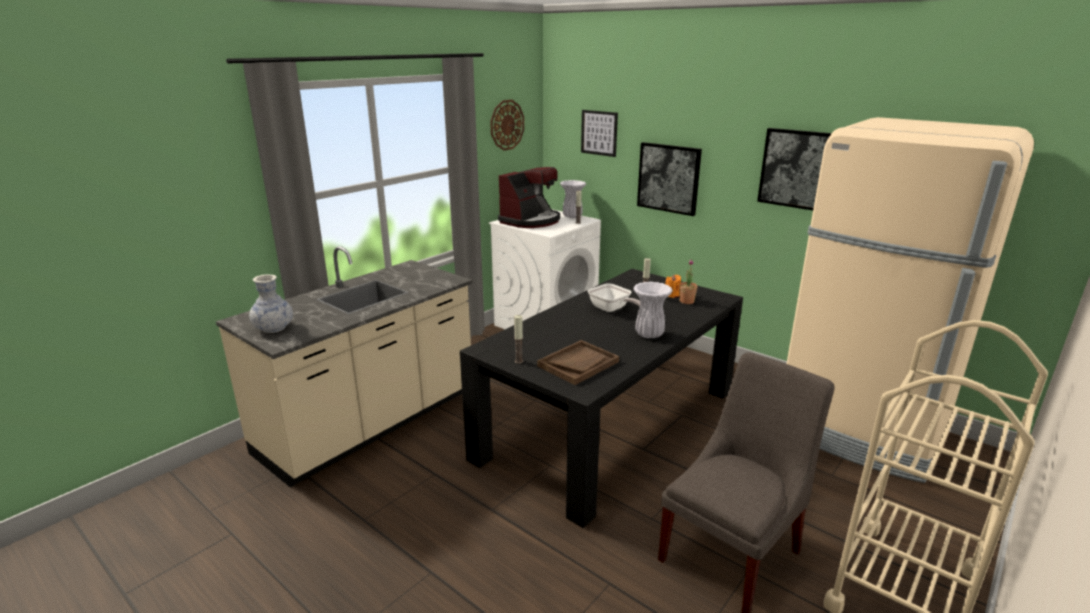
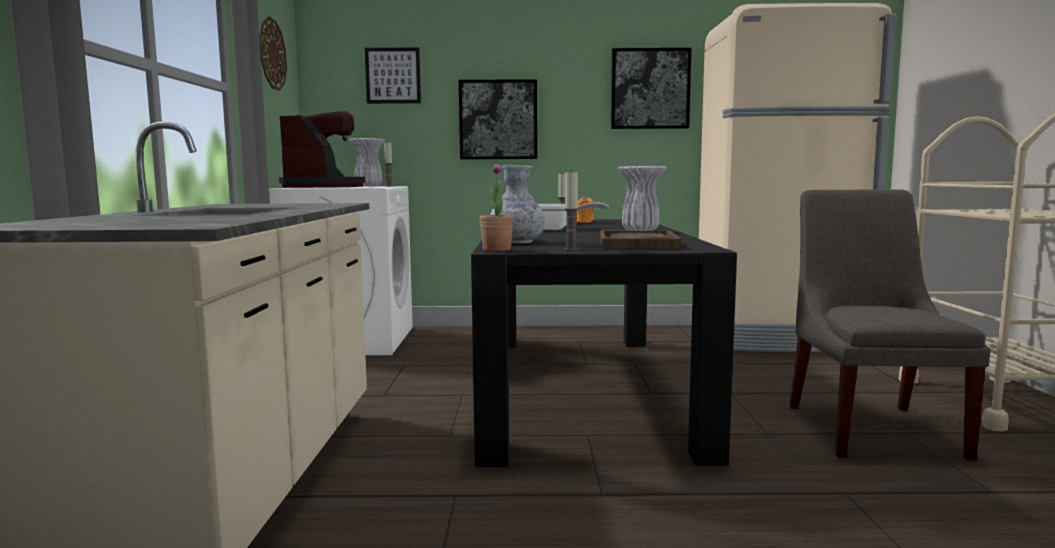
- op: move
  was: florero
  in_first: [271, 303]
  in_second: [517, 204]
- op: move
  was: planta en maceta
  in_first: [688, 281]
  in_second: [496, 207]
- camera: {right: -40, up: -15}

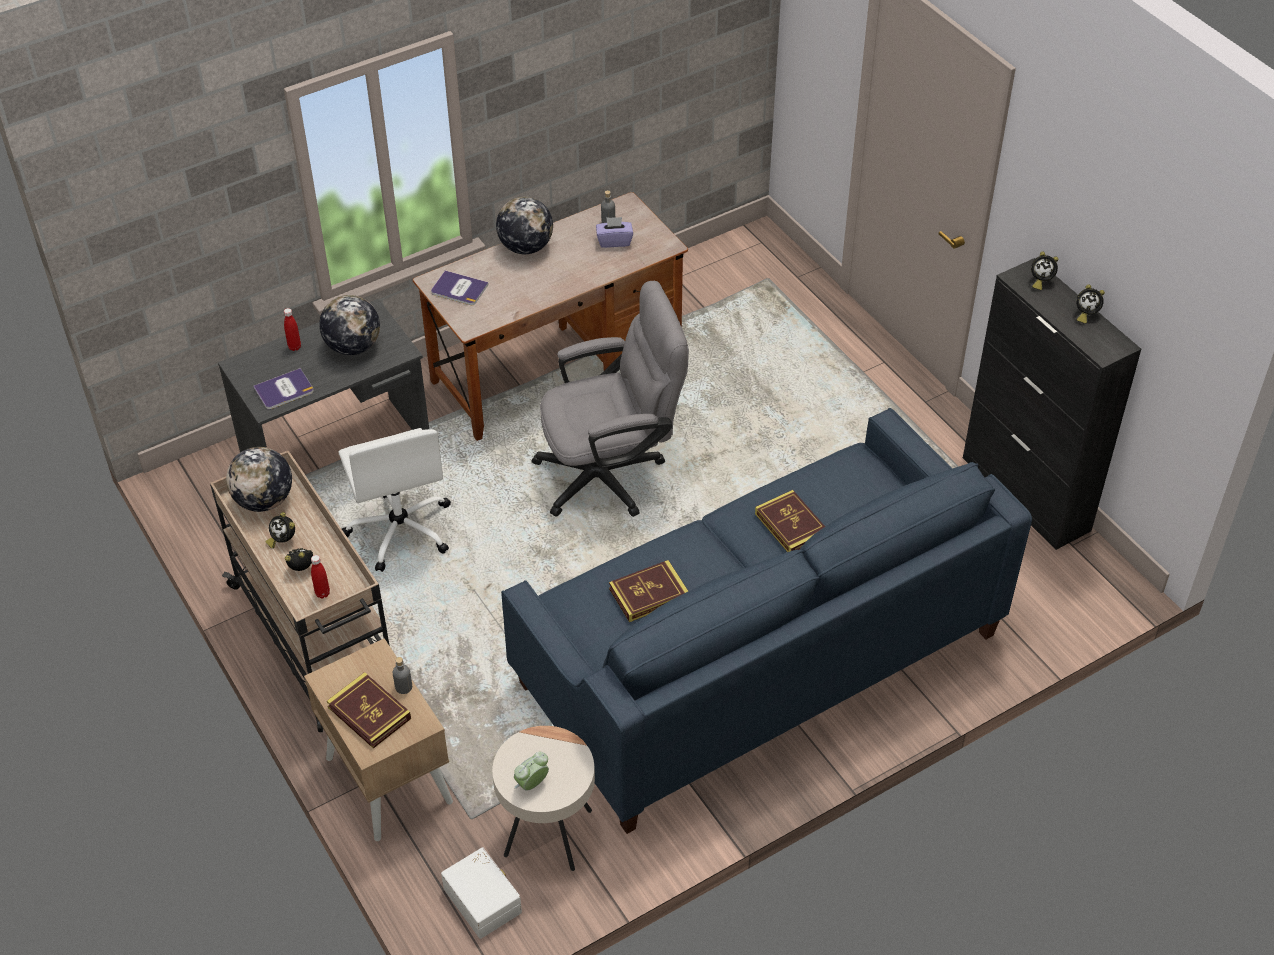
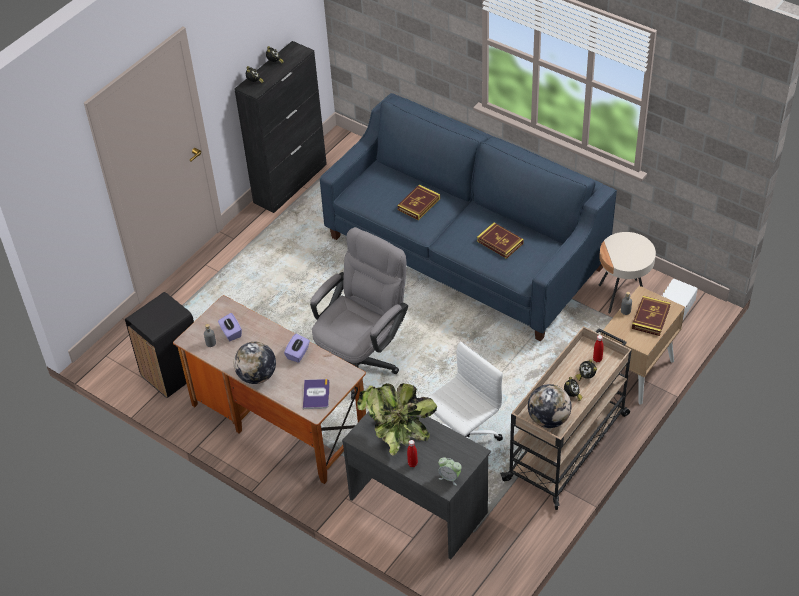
- op: delete
  was: libro
  in_first: [283, 388]
- op: replace
  was: globo terráqueo
  now: planta en maceta
  in_first: [349, 325]
  in_second: [397, 419]
- op: move
  was: despertador
  in_first: [531, 771]
  in_second: [450, 471]
- op: rotate
  was: silla de oficina/gris
  in_first: [610, 399]
  in_second: [359, 313]
  clockwise: 75
- op: insert
  now: papelera/negro
  in_second: [159, 345]
- op: insert
  now: caja de pañuelos/morado
  in_second: [297, 348]
- camera: {right: -110, up: 0}

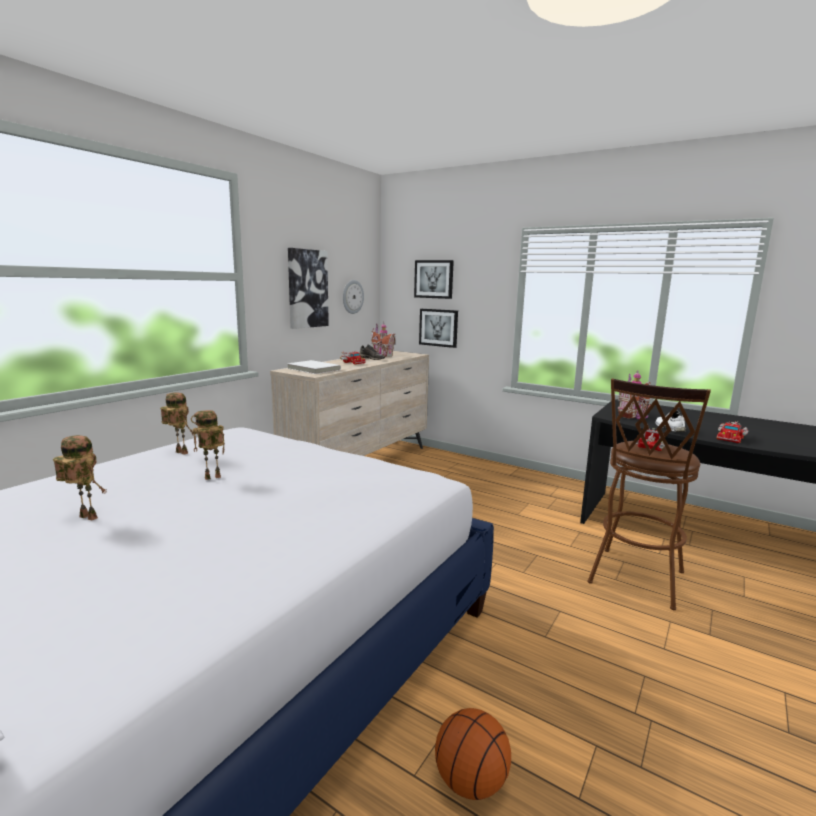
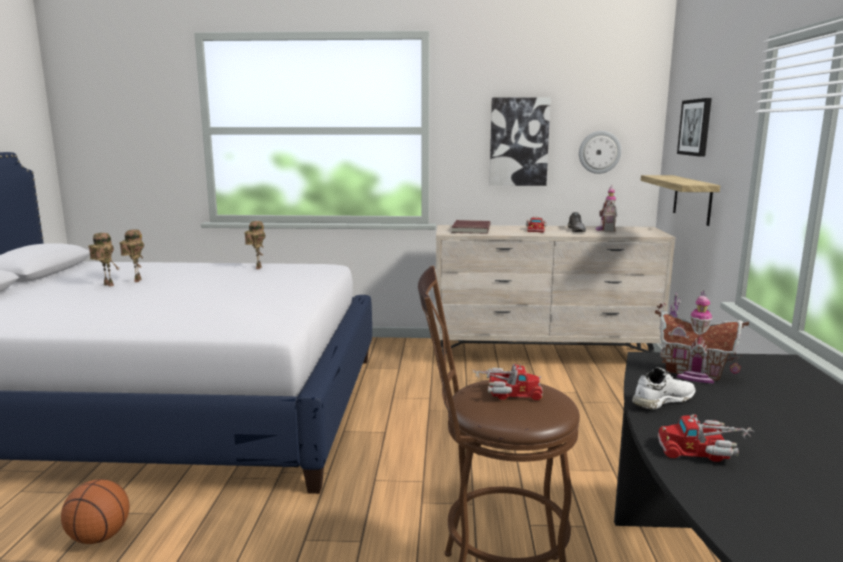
- op: move
  was: robot de juguete
  in_first: [208, 445]
  in_second: [103, 259]
- op: recolor
  was: libro/blanco
  now: libro/rojo
  in_first: [314, 367]
  in_second: [471, 227]
- op: replace
  was: cuadro
  now: estante
  in_first: [438, 328]
  in_second: [680, 200]
- camera: {right: 60, up: 0}

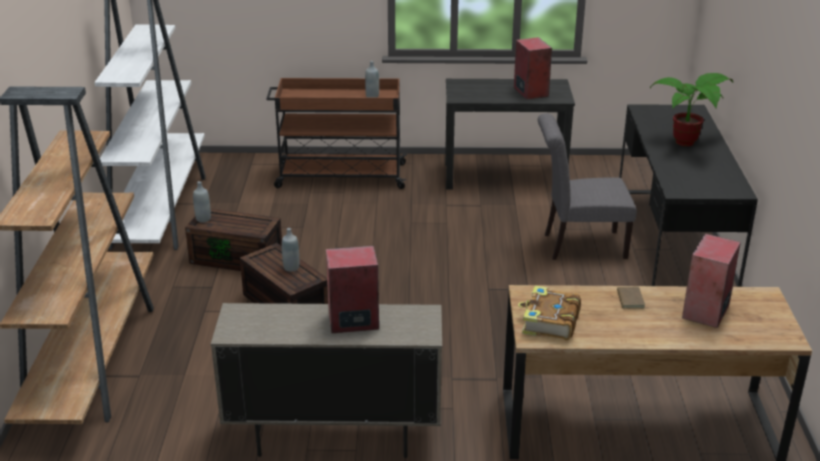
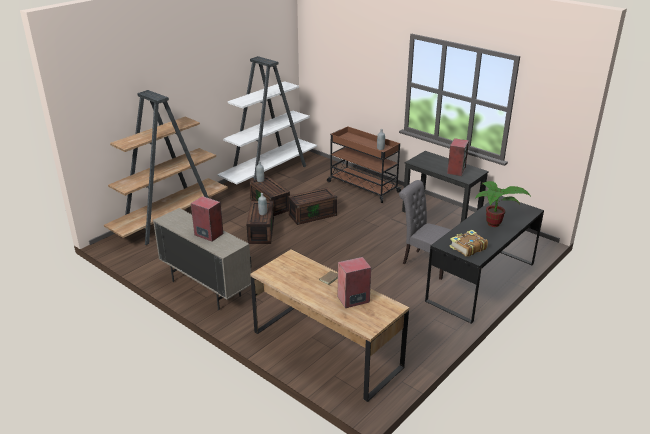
- op: move
  was: libro
  in_first: [549, 313]
  in_second: [469, 243]
- op: insert
  now: caja de almacenaje/marrón
  in_second: [312, 206]
- camera: {right: 40, up: 0}

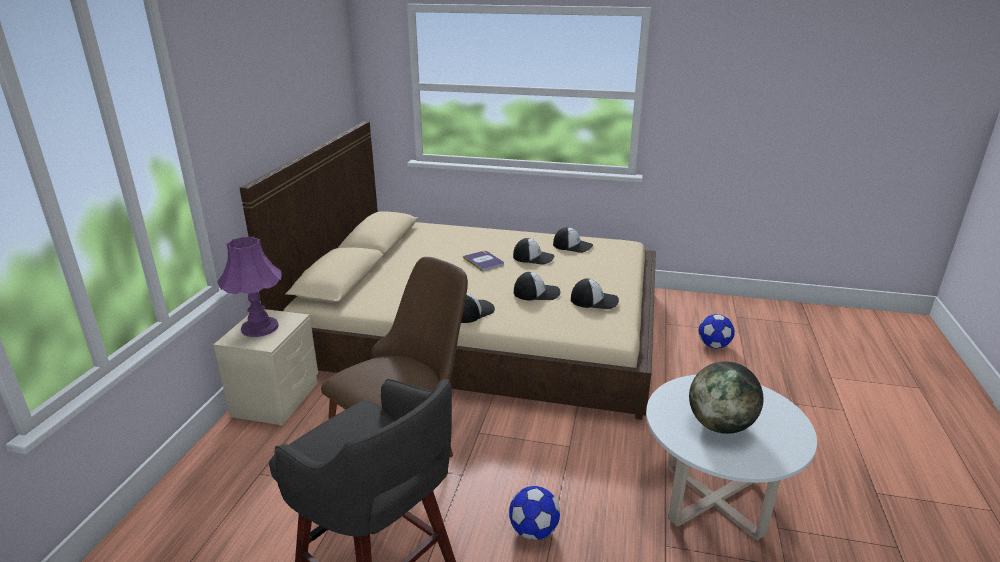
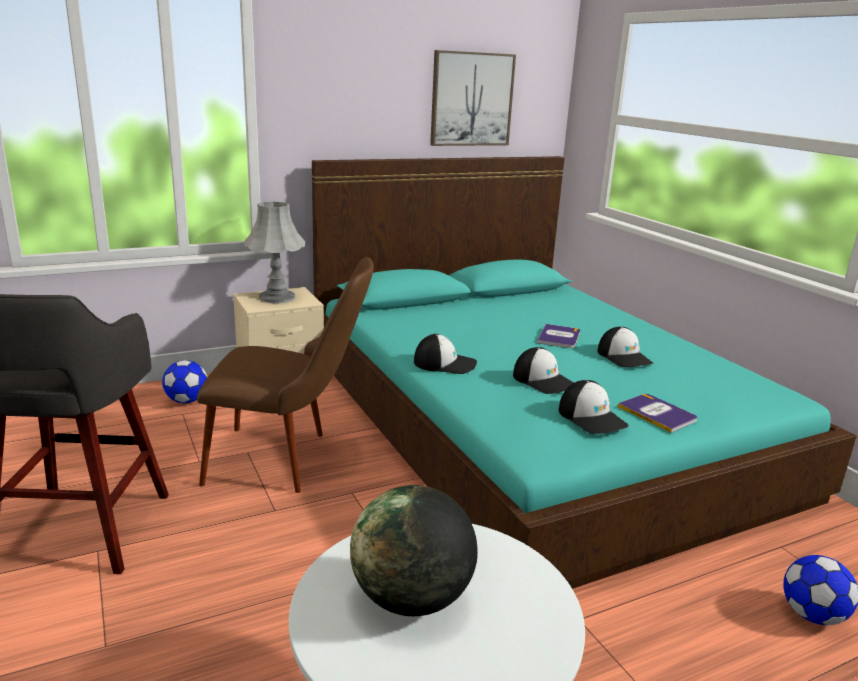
- op: recolor
  was: lámpara de mesa/morado
  now: lámpara de mesa/gris
  in_first: [249, 287]
  in_second: [274, 252]
- op: recolor
  was: cama/beis
  now: cama/turquesa
  in_first: [448, 270]
  in_second: [584, 372]
- op: move
  was: balón de fútbol
  in_first: [534, 513]
  in_second: [184, 381]
- op: delete
  was: gorra
  in_first: [573, 240]
- op: insert
  now: cuadro
  in_second: [473, 98]
- op: insert
  now: libro
  in_second: [657, 413]
- camera: {right: 50, up: -5}

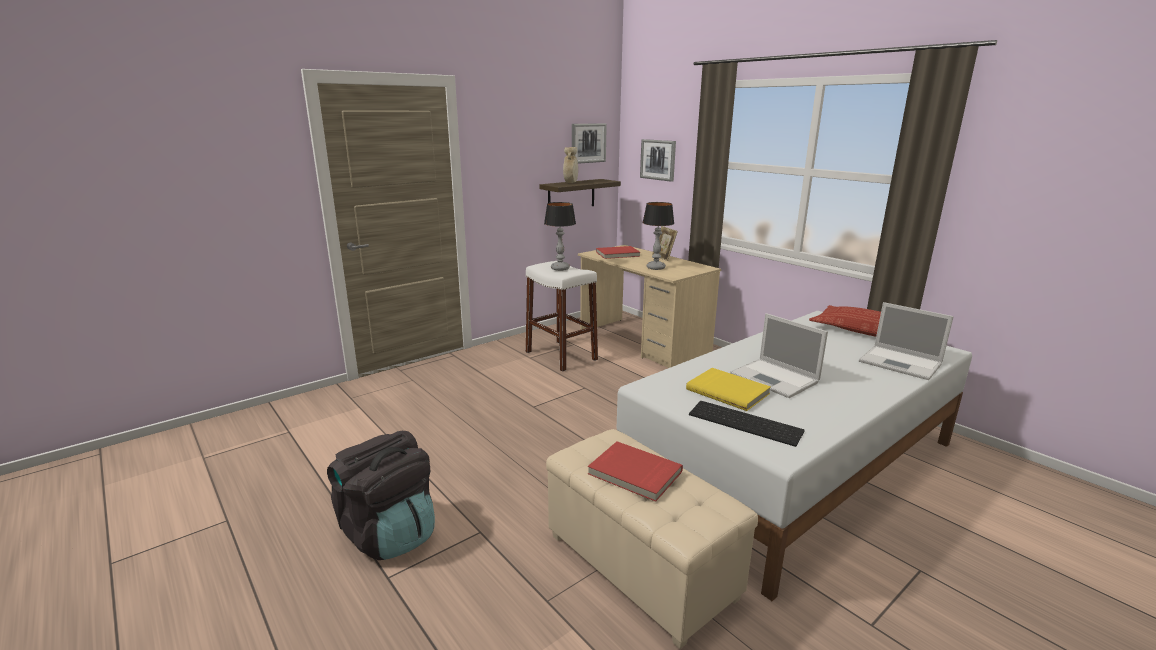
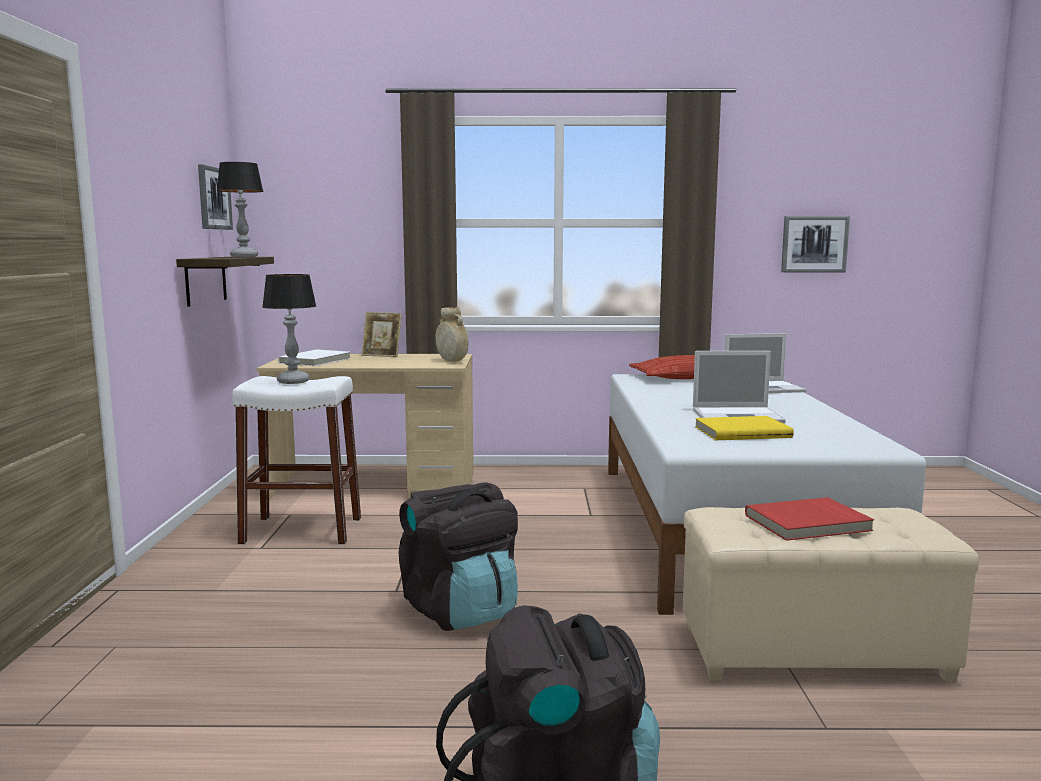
- op: move
  was: florero/beis
  in_first: [570, 165]
  in_second: [451, 334]
- op: recolor
  was: libro/rojo
  now: libro/blanco
  in_first: [618, 252]
  in_second: [314, 358]
- op: move
  was: cuadro
  in_first: [658, 160]
  in_second: [815, 244]
- op: move
  was: lámpara de mesa
  in_first: [658, 236]
  in_second: [240, 209]
- op: delete
  was: teclado
  in_first: [747, 424]
- op: insert
  now: mochila/negro
  in_second: [458, 557]
- camera: {right: -50, up: -10}

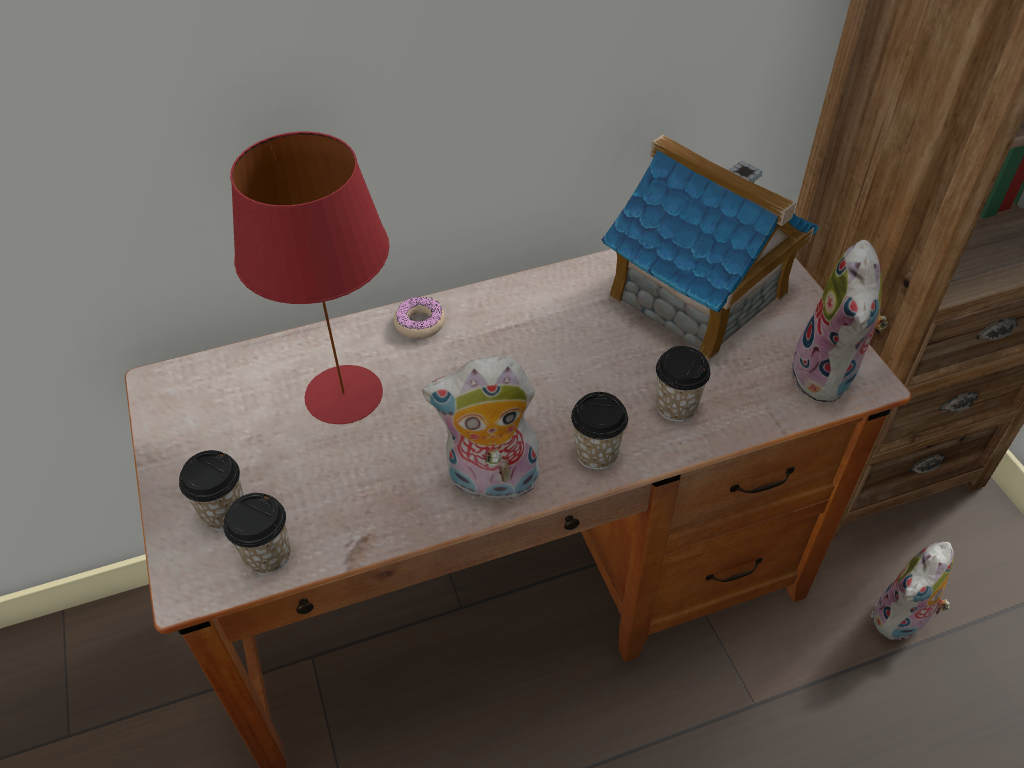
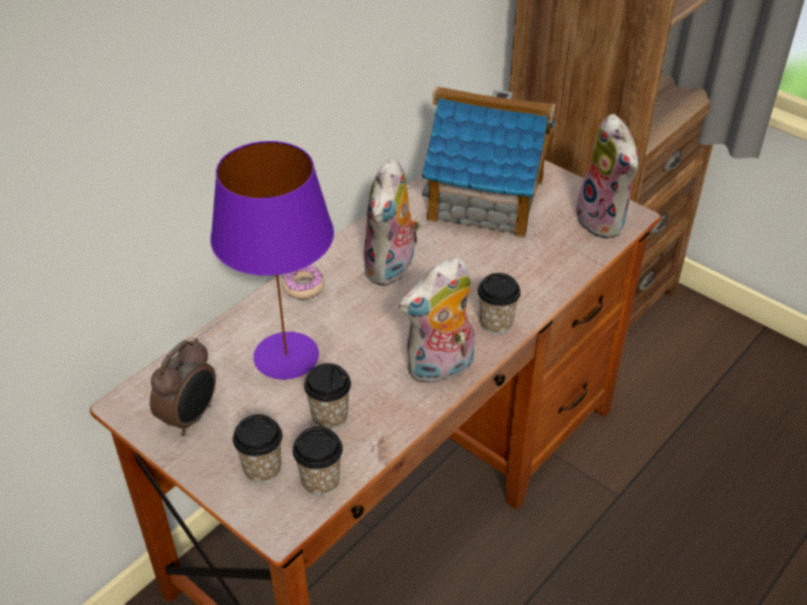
- op: recolor
  was: lámpara de mesa/rojo
  now: lámpara de mesa/morado
  in_first: [309, 278]
  in_second: [272, 260]
- op: move
  was: taza
  in_first: [683, 384]
  in_second: [327, 396]
- op: move
  was: peluche
  in_first: [912, 591]
  in_second: [392, 222]
- op: insert
  now: despertador
  in_second: [183, 387]
- camera: {right: -30, up: -5}

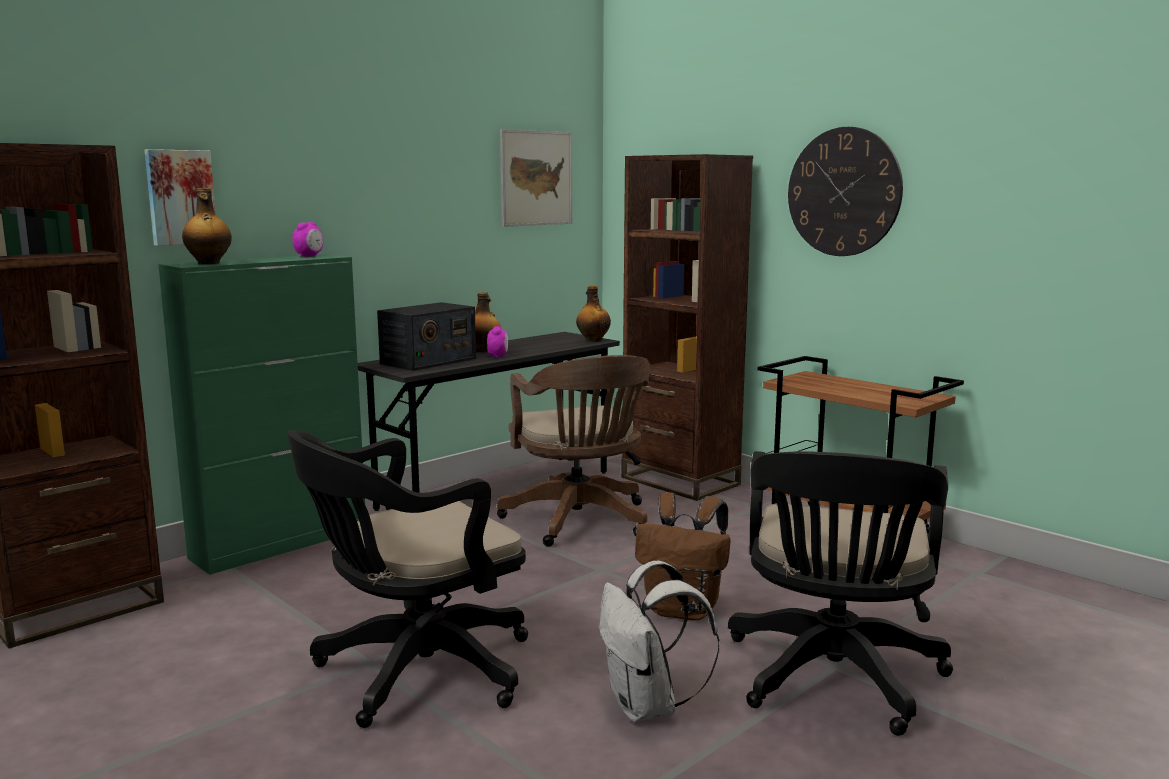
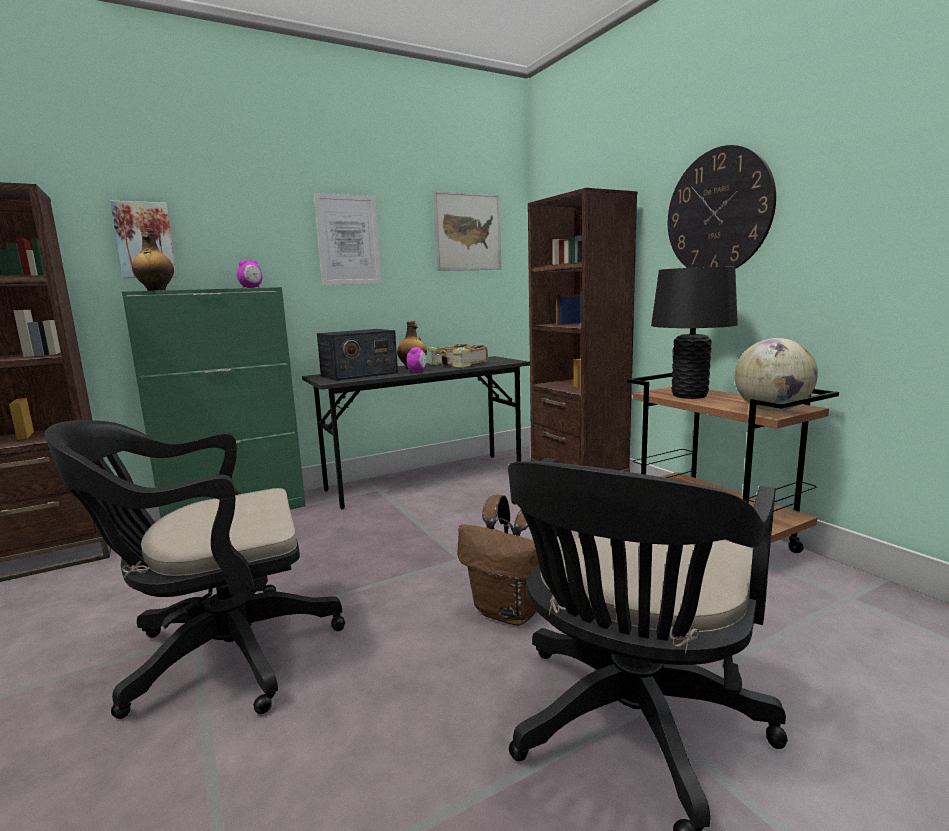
- op: delete
  was: silla de oficina/marrón
  in_first: [573, 451]
- op: delete
  was: botella
  in_first: [593, 314]
- op: delete
  was: mochila/blanco
  in_first: [659, 641]
- op: insert
  now: cuadro
  in_second: [348, 239]
- op: insert
  now: libro
  in_second: [458, 355]
- op: insert
  now: lámpara de mesa/negro
  in_second: [694, 332]
- op: insert
  now: globo terráqueo
  in_second: [776, 374]
- camera: {right: 15, up: 0}

